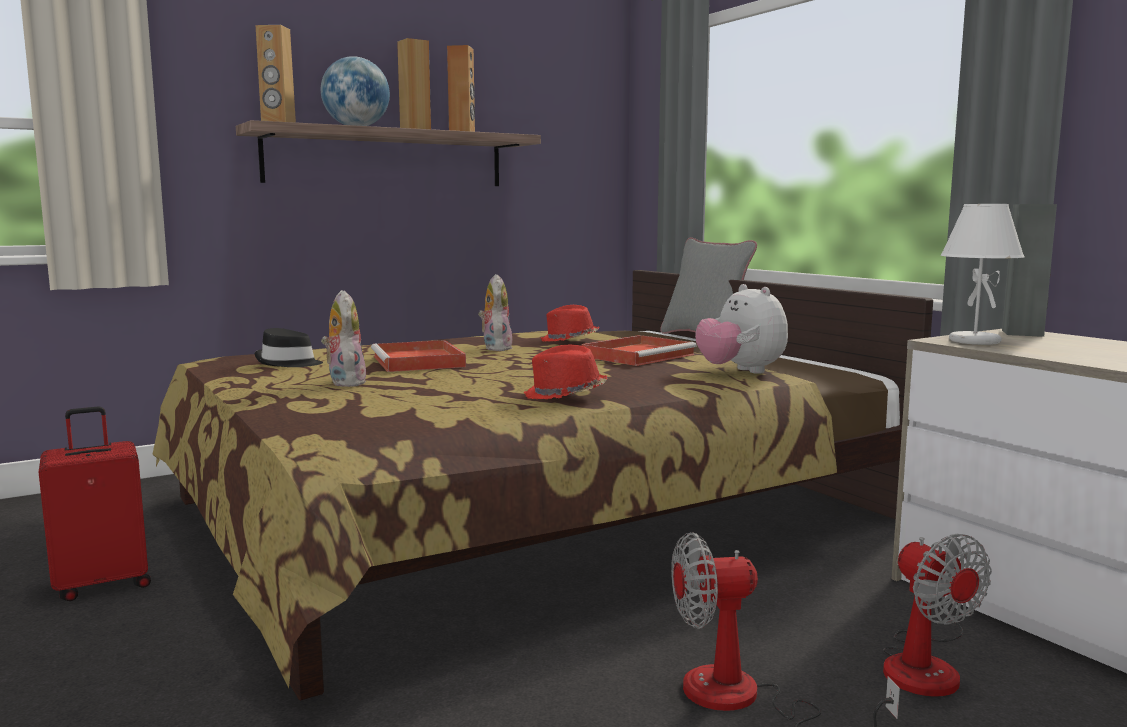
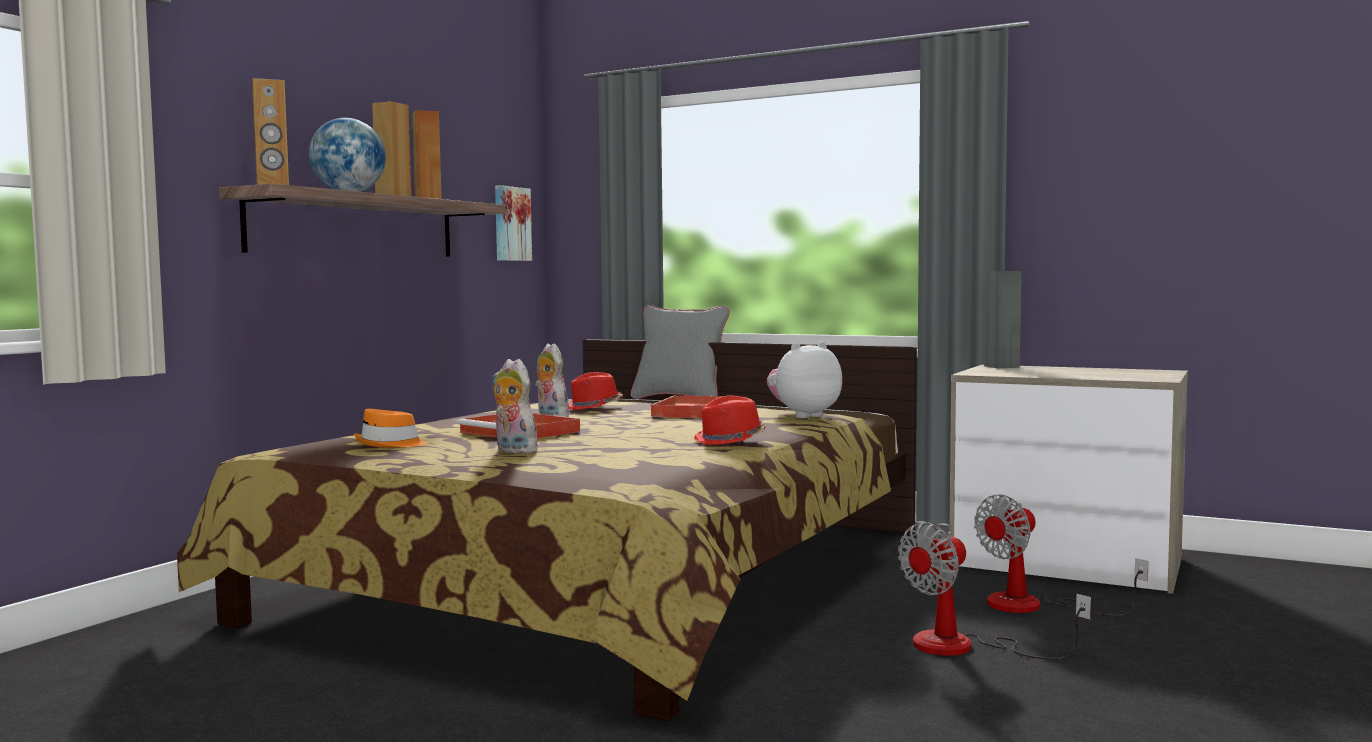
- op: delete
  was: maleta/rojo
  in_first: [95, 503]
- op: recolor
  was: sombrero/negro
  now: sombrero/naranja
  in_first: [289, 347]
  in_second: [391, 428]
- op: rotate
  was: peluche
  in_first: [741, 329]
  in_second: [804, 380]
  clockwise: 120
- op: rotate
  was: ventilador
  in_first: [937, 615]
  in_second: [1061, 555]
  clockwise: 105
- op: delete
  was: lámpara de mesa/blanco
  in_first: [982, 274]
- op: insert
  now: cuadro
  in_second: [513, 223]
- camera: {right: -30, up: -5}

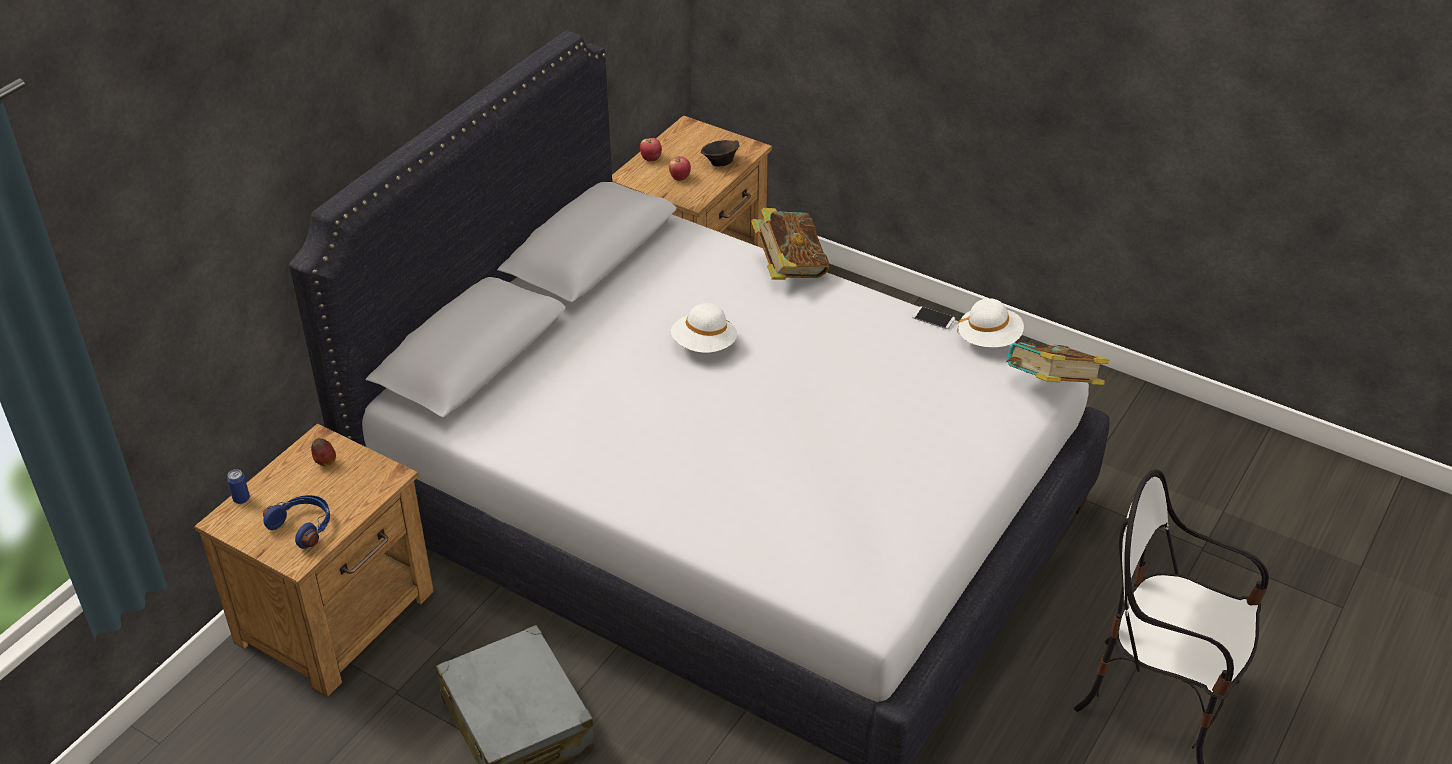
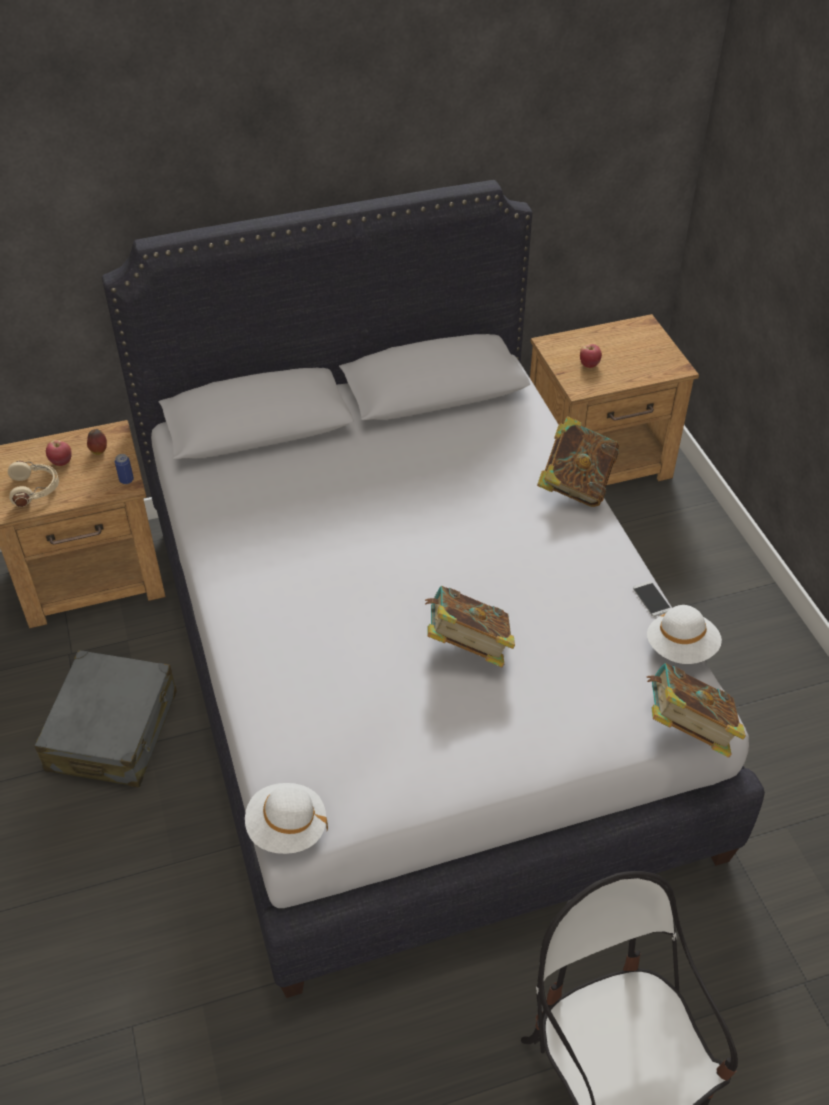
- op: move
  was: lata
  in_first: [238, 486]
  in_second: [124, 469]
- op: recolor
  was: auriculares/azul
  now: auriculares/beis
  in_first: [296, 522]
  in_second: [33, 484]
- op: move
  was: manzana
  in_first: [651, 150]
  in_second: [59, 453]
- op: move
  was: sombrero/blanco
  in_first: [704, 328]
  in_second: [286, 818]
- op: delete
  was: cuenco/marrón
  in_first: [720, 153]
- op: insert
  now: libro
  in_second: [470, 626]
- camera: {right: 40, up: 5}

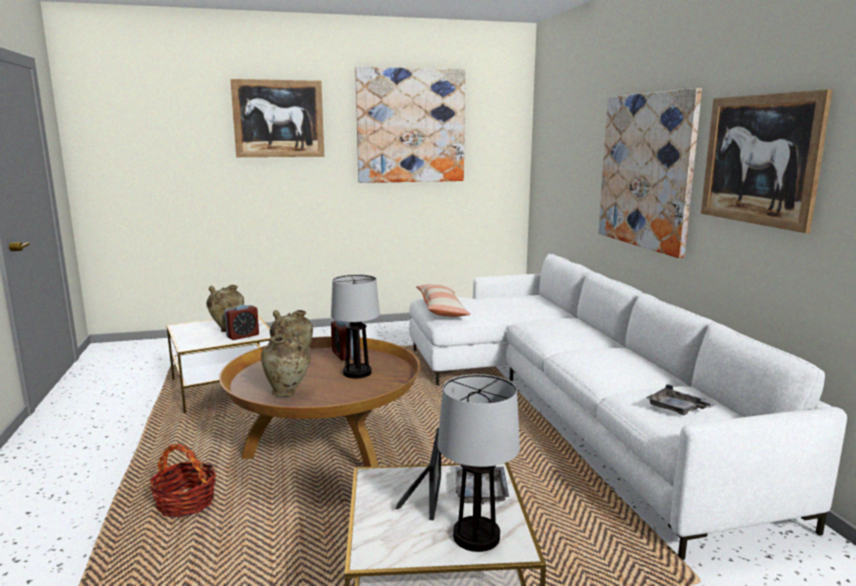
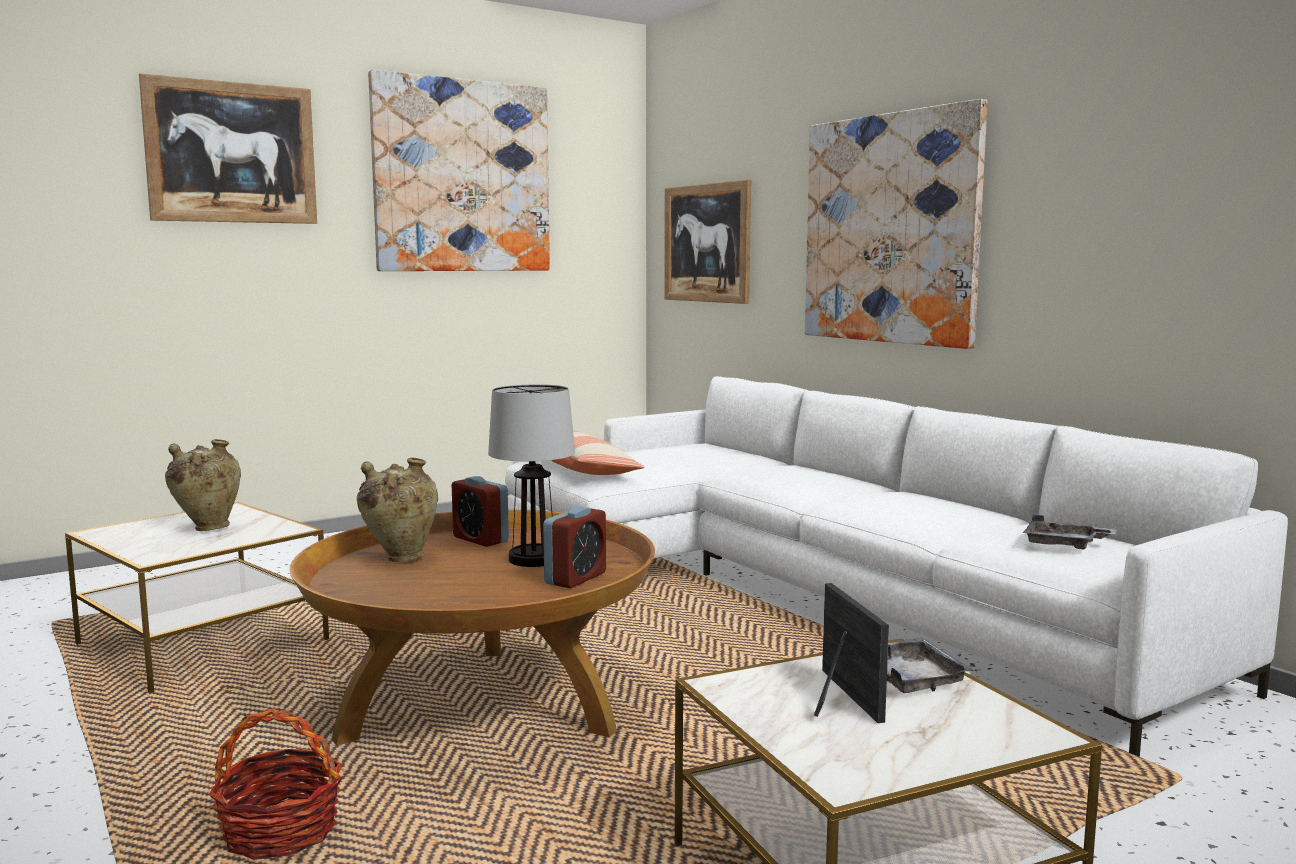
- op: move
  was: despertador
  in_first: [241, 322]
  in_second: [574, 547]
- op: delete
  was: florero/beis
  in_first: [286, 363]
- op: delete
  was: lámpara de mesa
  in_first: [478, 463]
- op: move
  was: cuadro
  in_first: [767, 161]
  in_second: [707, 242]
- camera: {right: -20, up: -5}

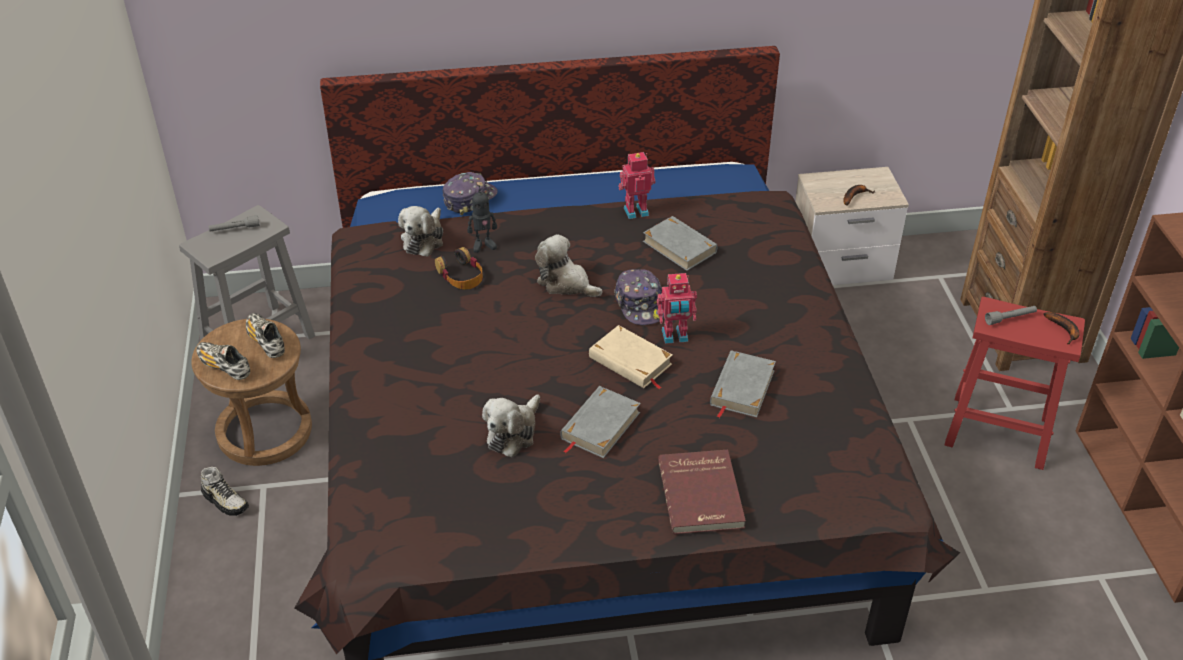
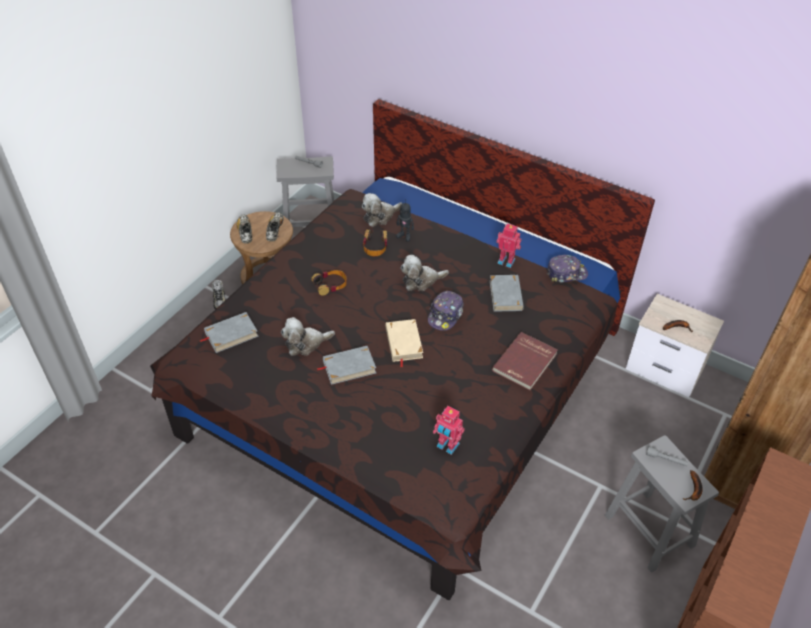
- op: move
  was: gorra
  in_first: [470, 194]
  in_second: [567, 269]
- op: rotate
  was: peluche
  in_first: [569, 265]
  in_second: [425, 273]
  clockwise: -90
- op: move
  was: robot de juguete
  in_first: [676, 308]
  in_second: [449, 430]
- op: move
  was: libro/rojo
  in_first: [702, 492]
  in_second: [525, 361]
- op: move
  was: libro/gris
  in_first: [743, 384]
  in_second: [229, 332]
- op: recolor
  was: taburete/rojo
  now: taburete/gris
  in_first: [1015, 383]
  in_second: [662, 504]
- op: insert
  now: auriculares
  in_second: [328, 282]
- camera: {right: 40, up: 5}

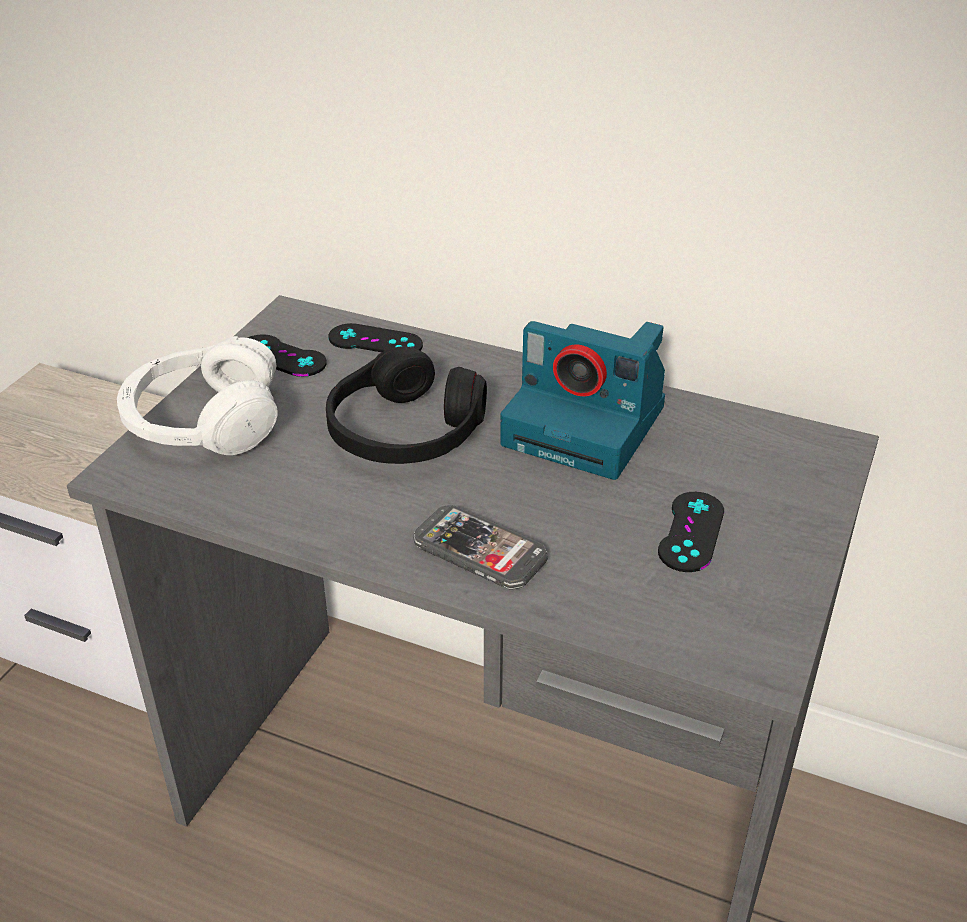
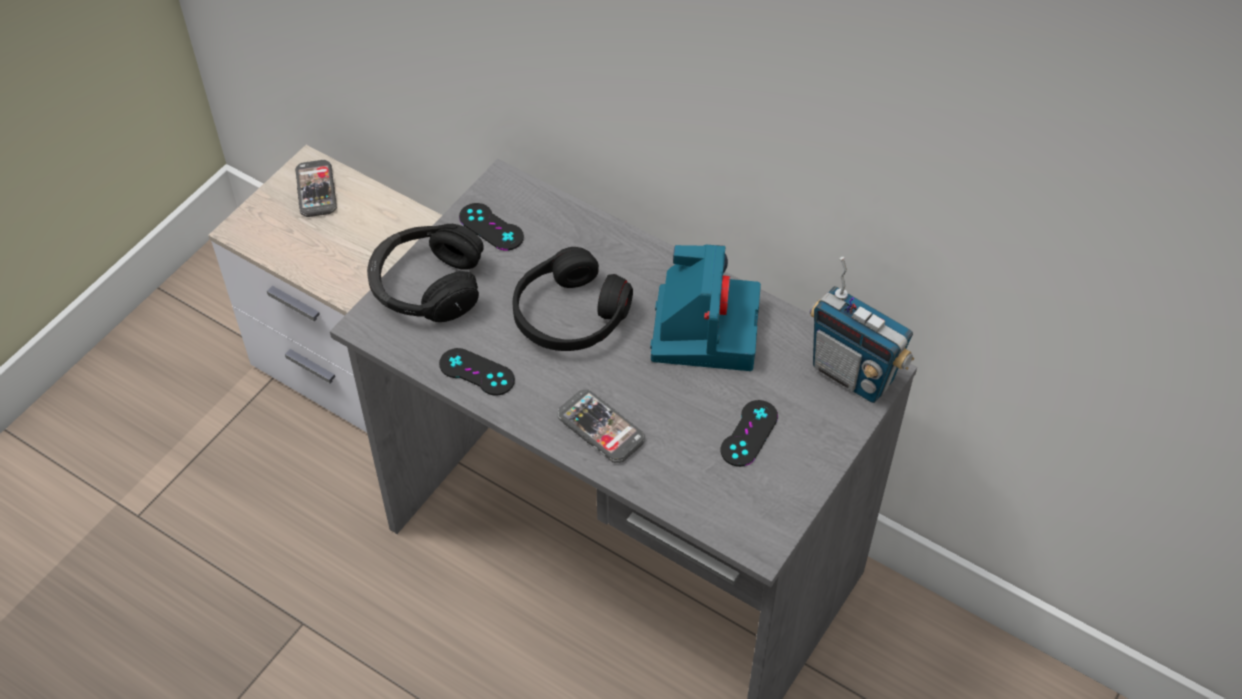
- op: recolor
  was: auriculares/blanco
  now: auriculares/negro
  in_first: [197, 395]
  in_second: [425, 273]
- op: move
  was: mando de consola/negro
  in_first: [375, 337]
  in_second: [477, 372]
- op: rotate
  was: cámara
  in_first: [582, 400]
  in_second: [705, 308]
  clockwise: -120
- op: insert
  now: móvil
  in_second: [316, 188]
- op: insert
  now: radio
  in_second: [862, 330]
- camera: {right: 10, up: 15}

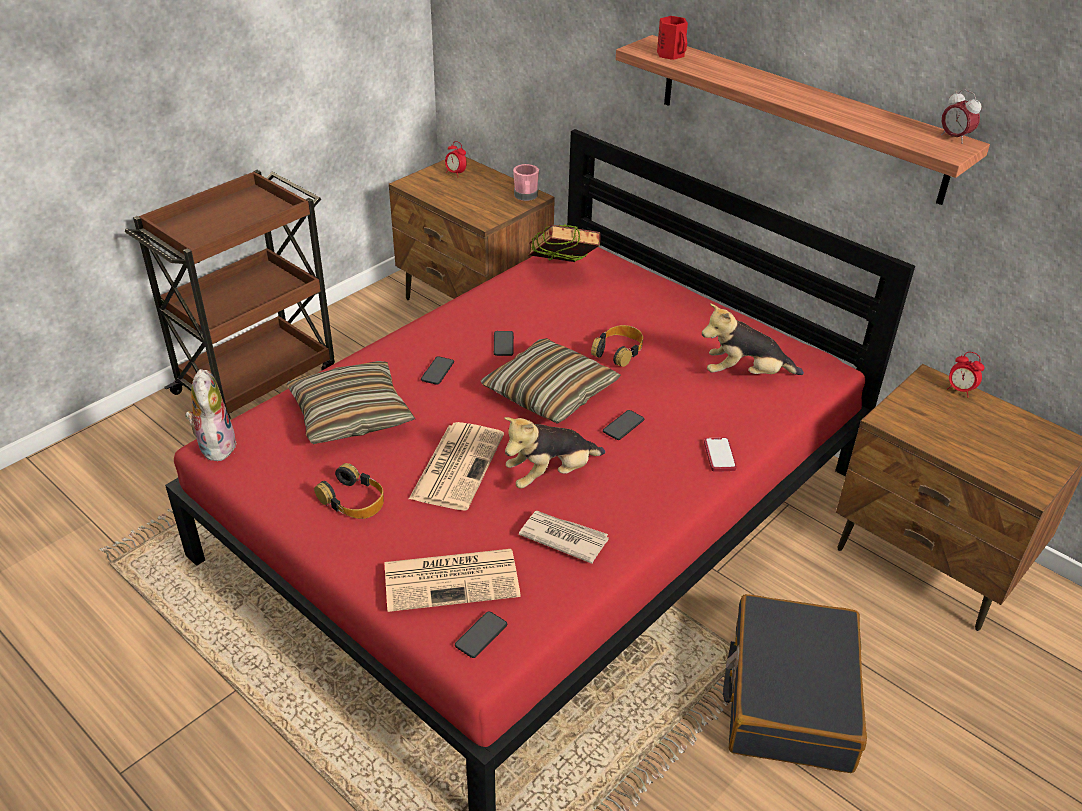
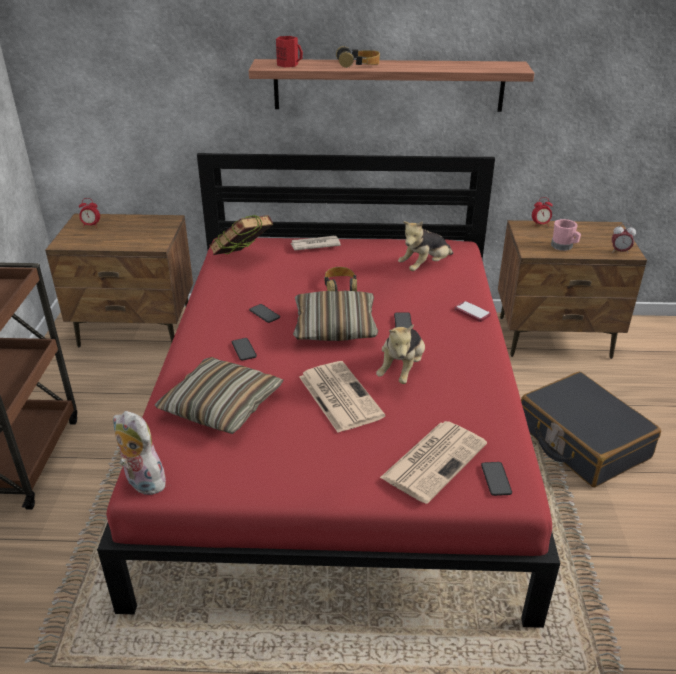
- op: move
  was: auriculares
  in_first: [349, 491]
  in_second: [358, 57]
- op: move
  was: taza grande/rosa
  in_first: [526, 182]
  in_second: [566, 235]
- op: move
  was: periódico
  in_first: [564, 537]
  in_second: [315, 243]
- op: move
  was: despertador
  in_first: [961, 116]
  in_second: [624, 239]
- camera: {right: -40, up: -5}

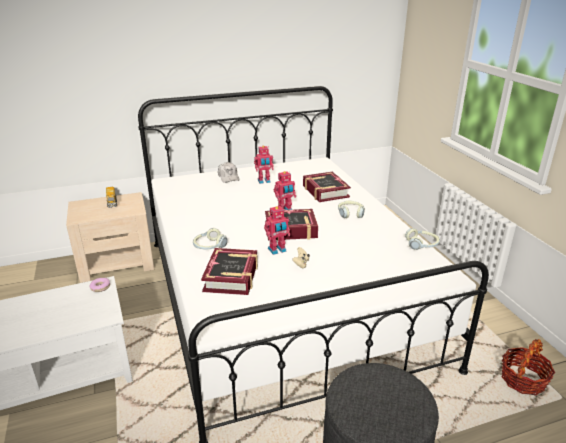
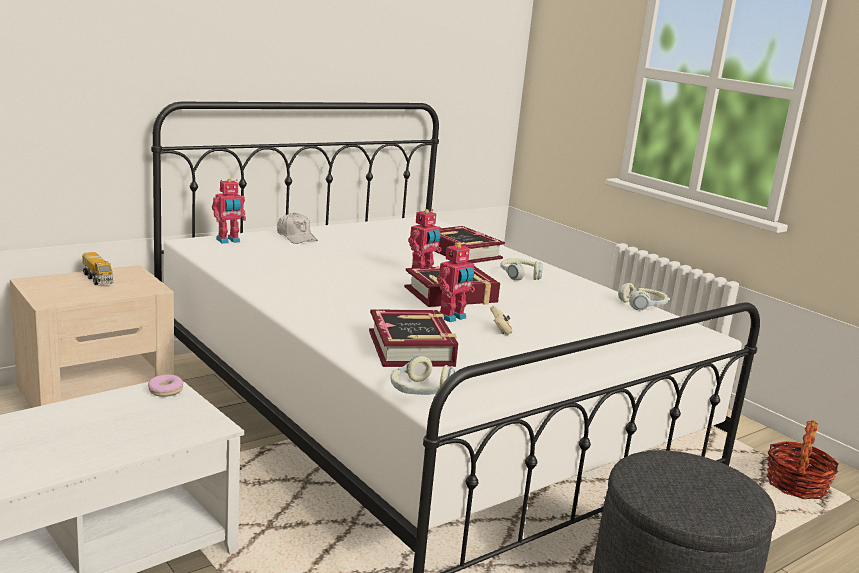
- op: move
  was: auriculares
  in_first: [210, 239]
  in_second: [423, 375]
- op: move
  was: robot de juguete
  in_first: [264, 165]
  in_second: [229, 211]
- camera: {right: -20, up: -10}

